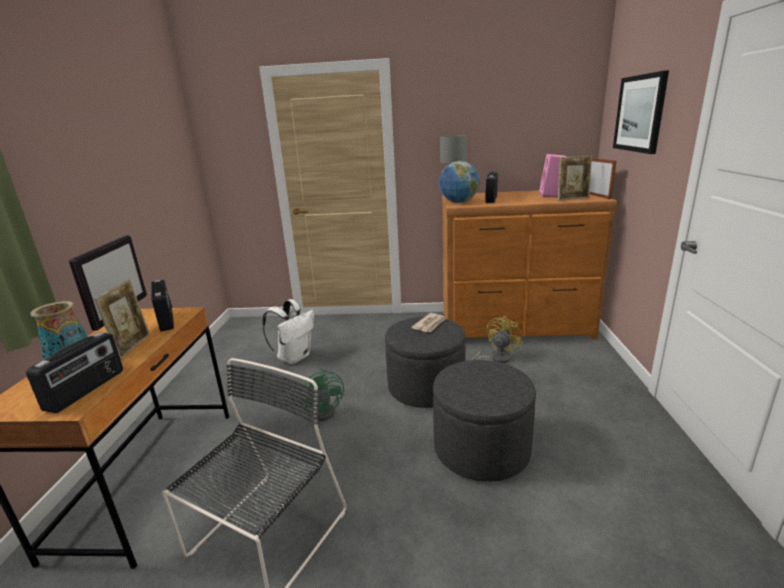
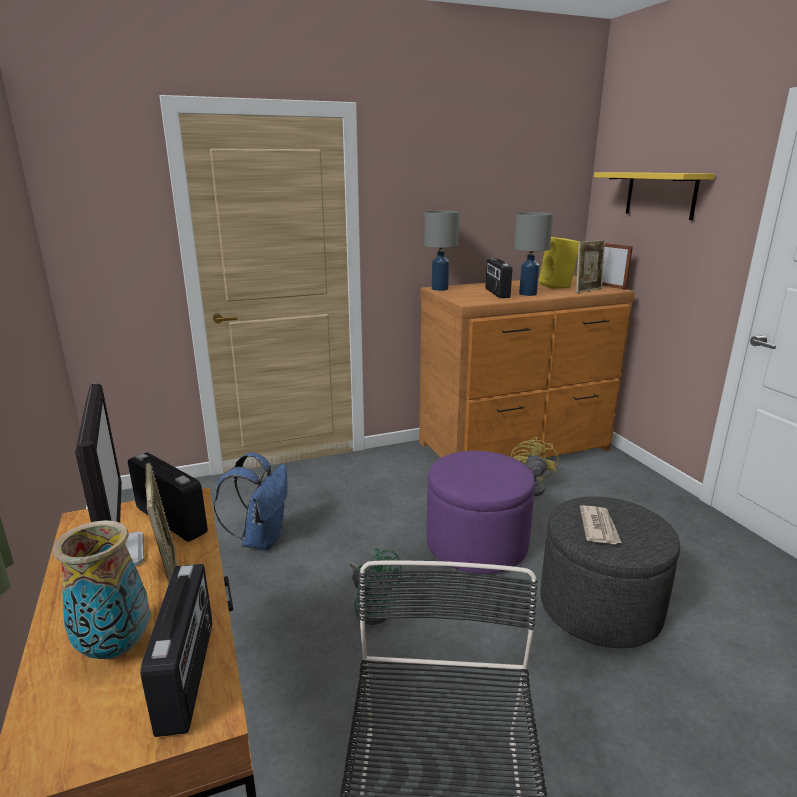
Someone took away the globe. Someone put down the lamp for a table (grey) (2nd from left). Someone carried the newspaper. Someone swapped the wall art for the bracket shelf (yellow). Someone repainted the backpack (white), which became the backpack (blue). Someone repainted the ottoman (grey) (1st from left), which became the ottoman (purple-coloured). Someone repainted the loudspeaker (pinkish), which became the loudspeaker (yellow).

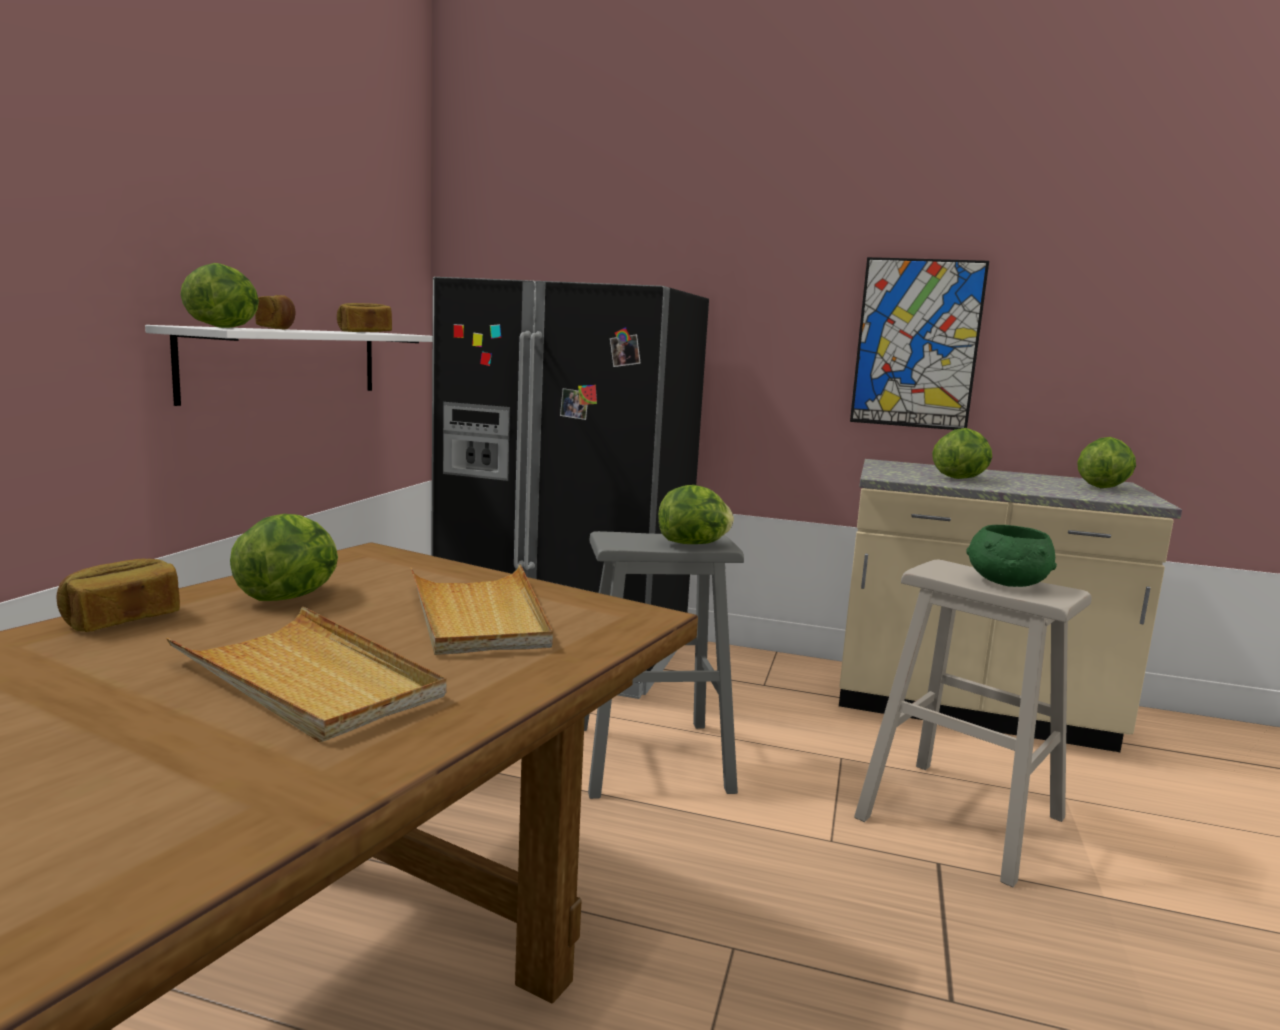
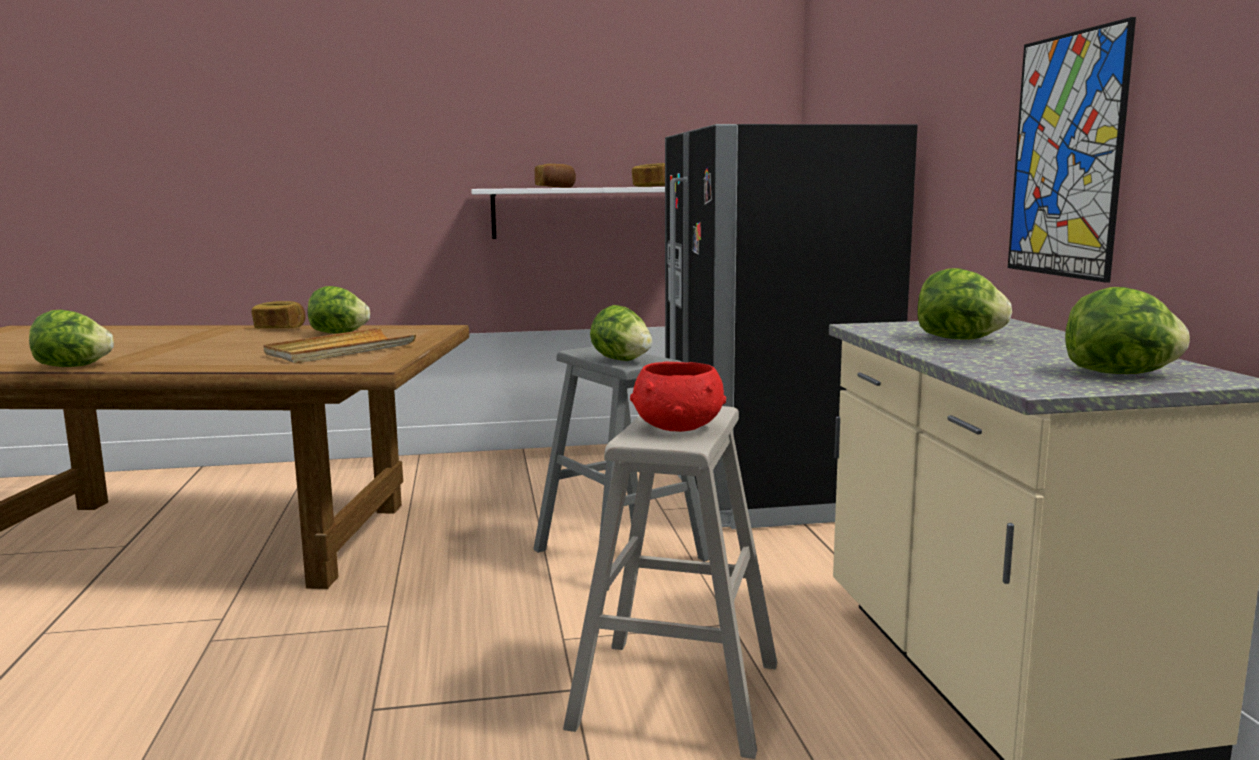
Someone took away the serving tray (sand-coloured) (1st from left). Someone carried the head of lettuce (1st from left). Someone repainted the serving bowl (green-coloured), which became the serving bowl (red).

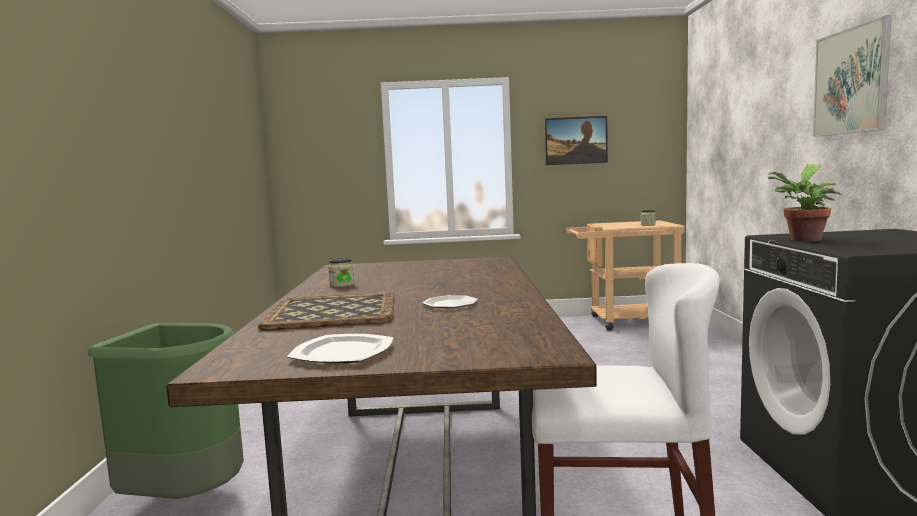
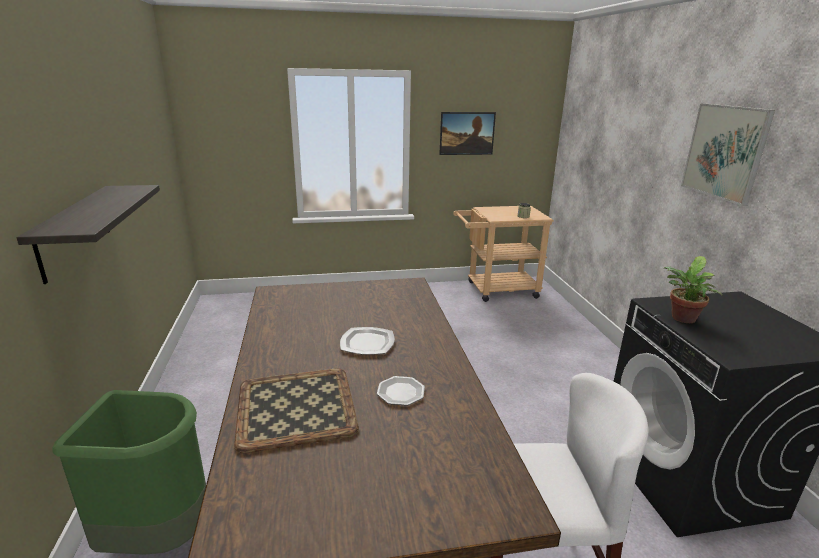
Someone took away the preserve jar (1st from left). Someone put up the bracket shelf. Someone carried the plate (1st from left).

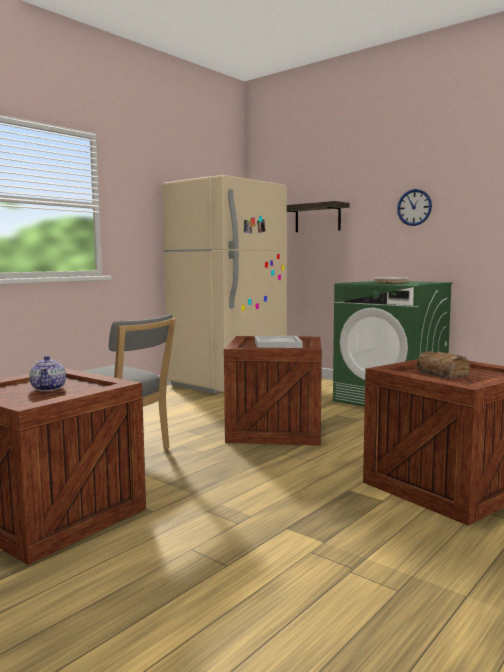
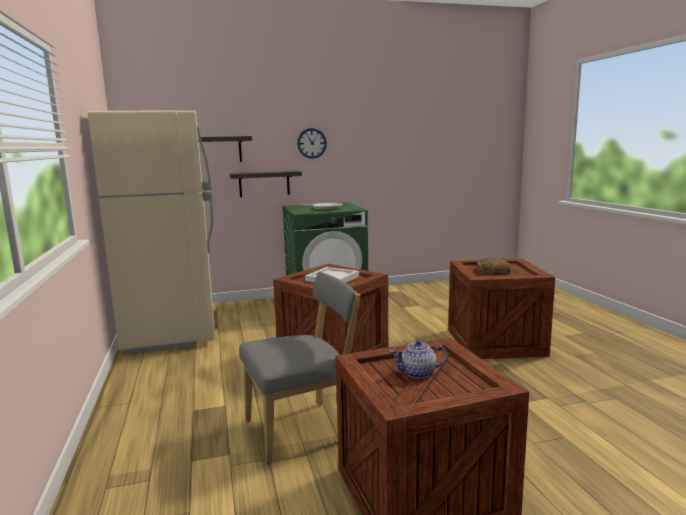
Someone put up the bracket shelf (2nd from left). Someone rotated the teapot by 150 degrees clockwise.

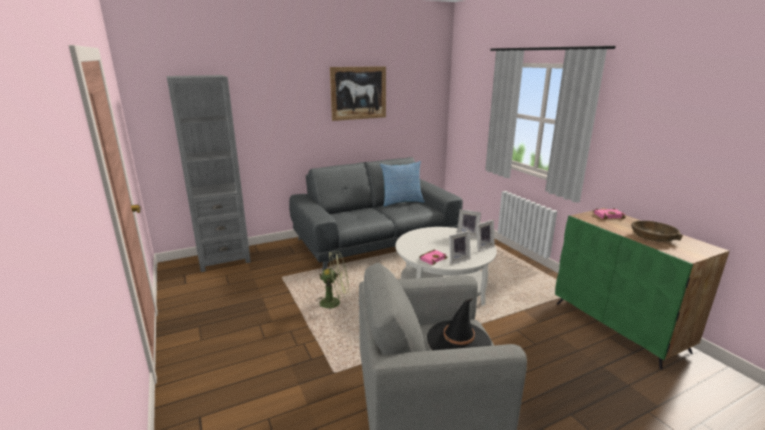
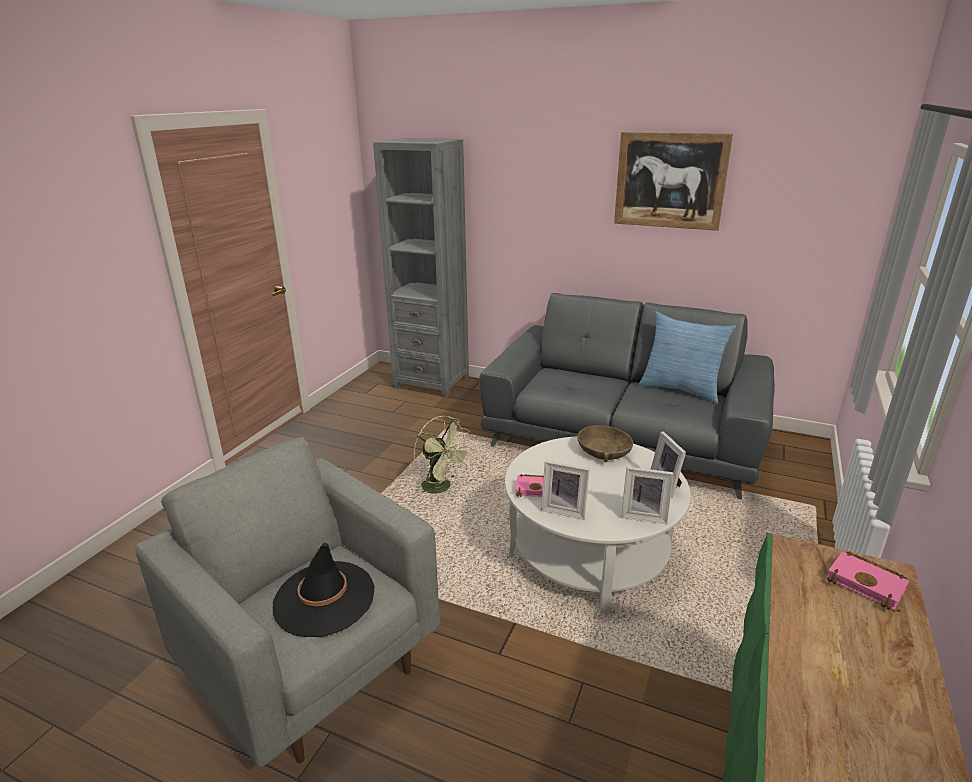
Someone carried the serving bowl (brown).

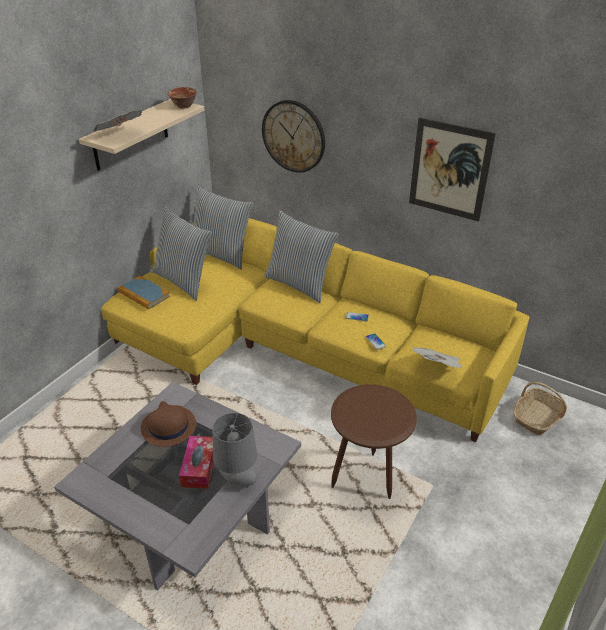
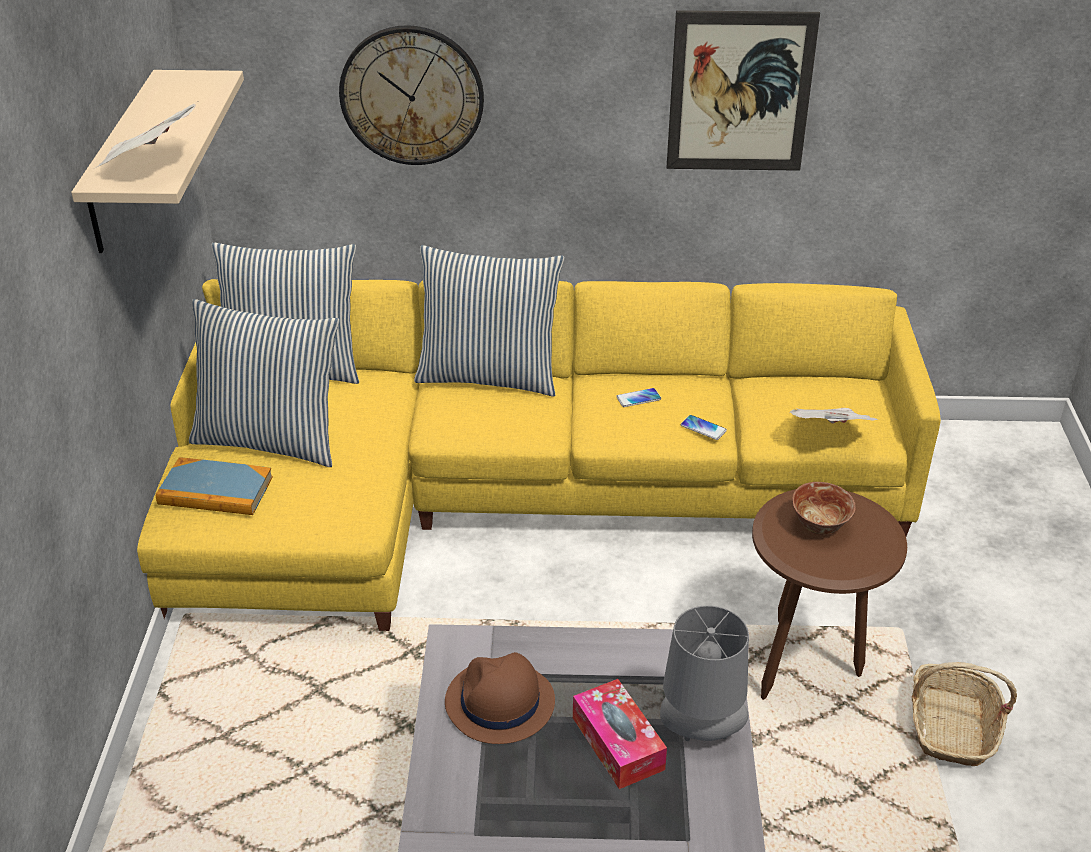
Someone carried the serving bowl. Someone carried the storage basket.

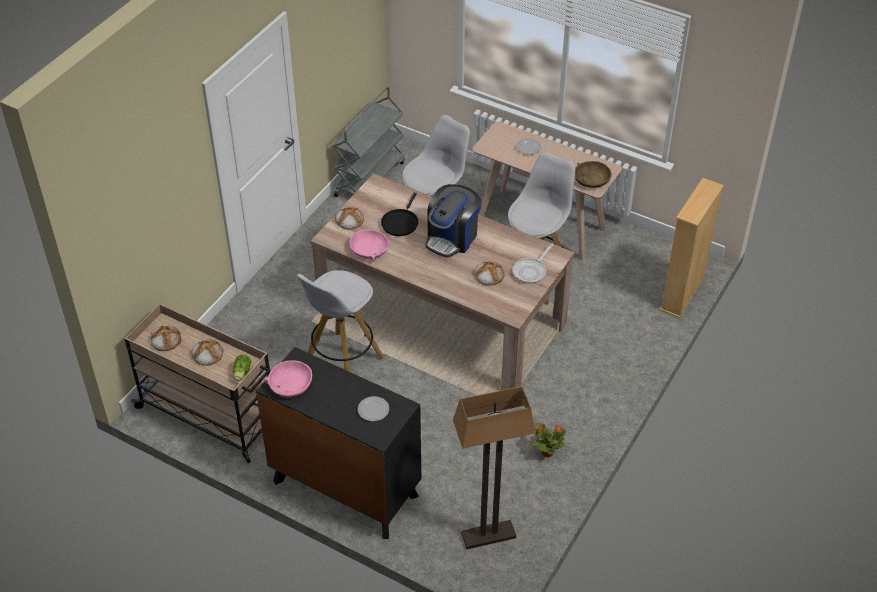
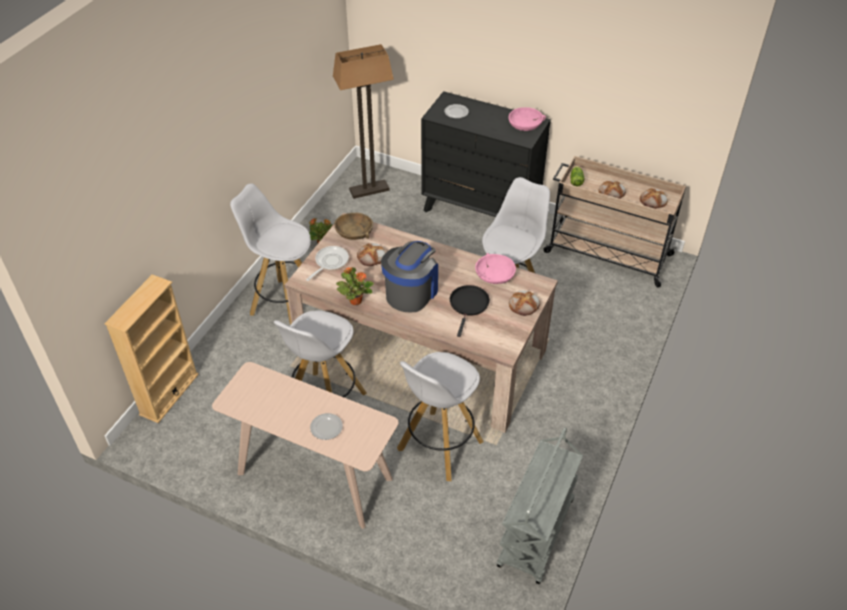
Someone put down the stool (white) (1st from left). Someone put down the potted plant (2nd from left). Someone carried the serving bowl (brown).

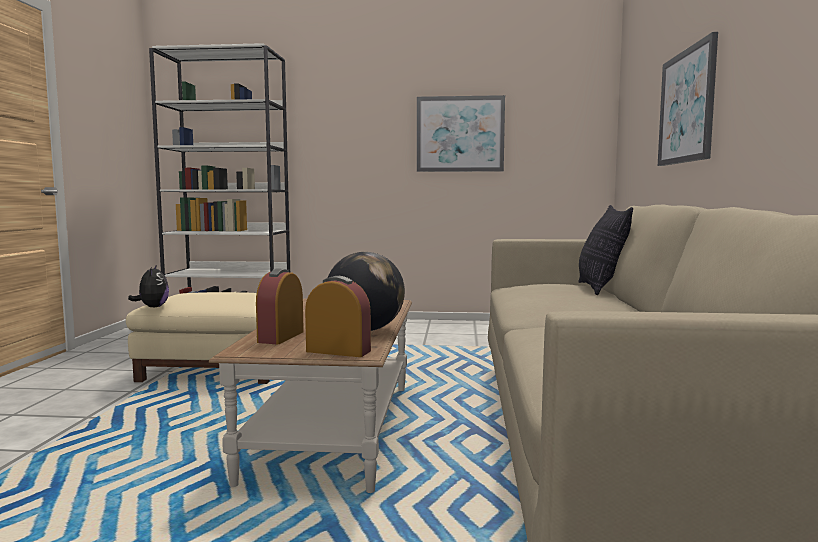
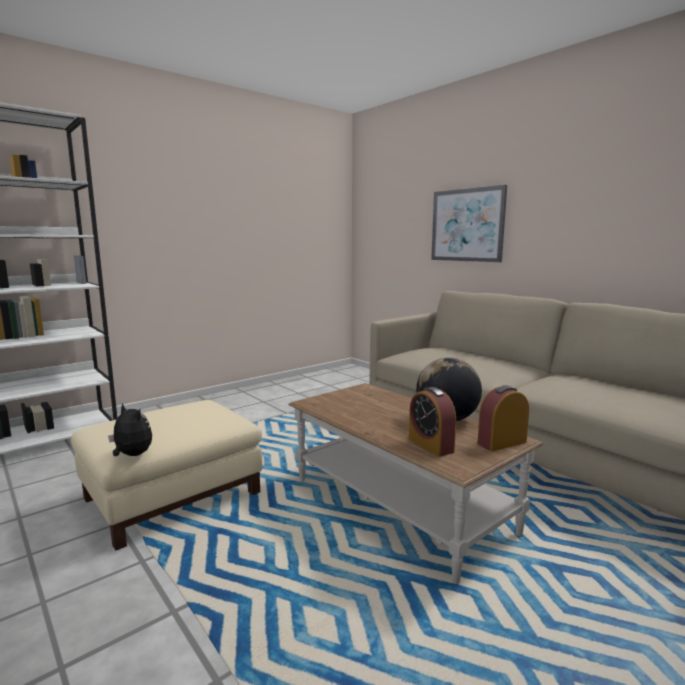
Someone took away the wall art (1st from left). Someone took away the cushion.

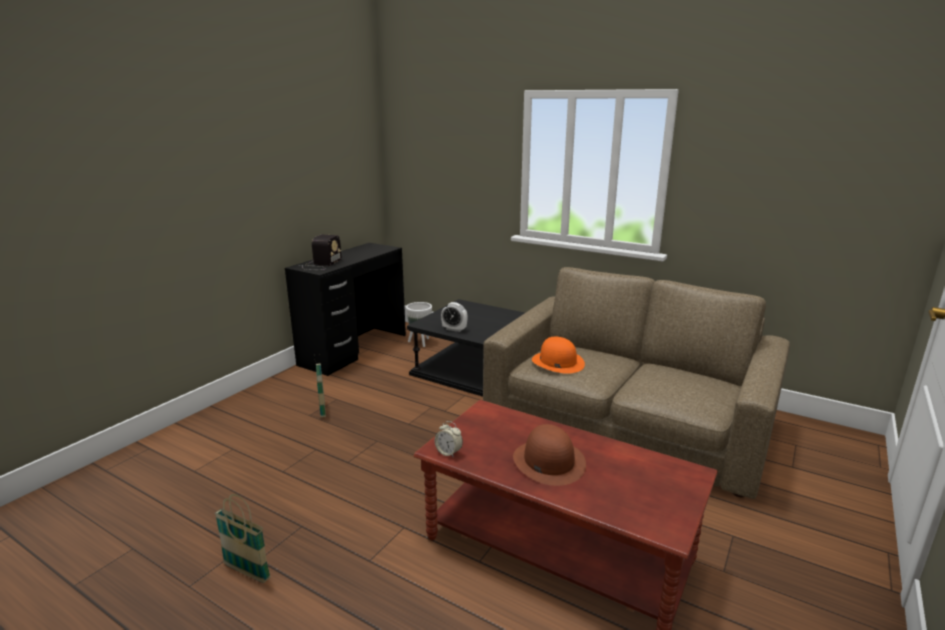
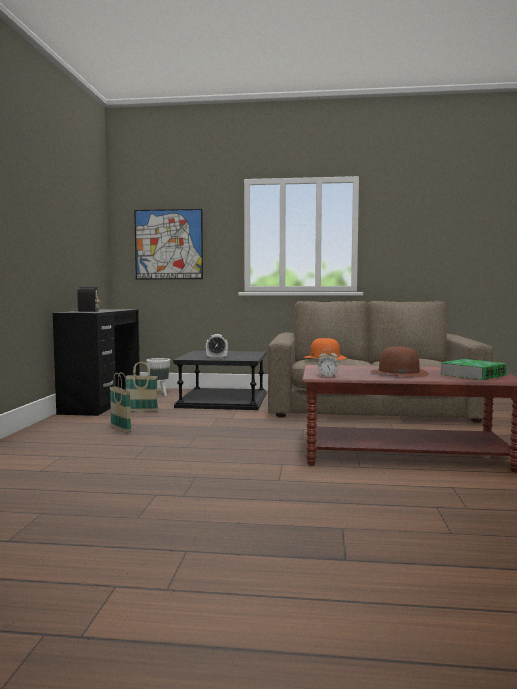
Someone put up the wall art. Someone put down the book. Someone carried the storage basket (1st from left in the first image).

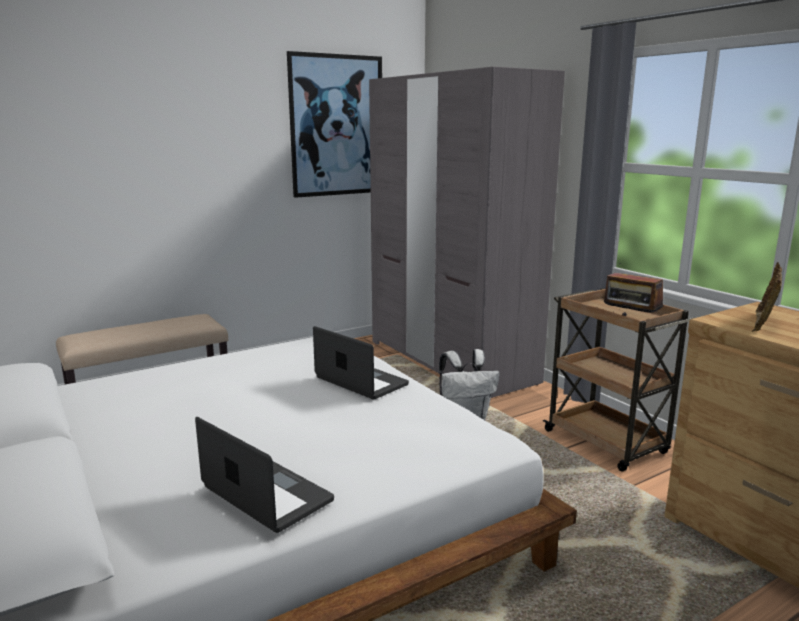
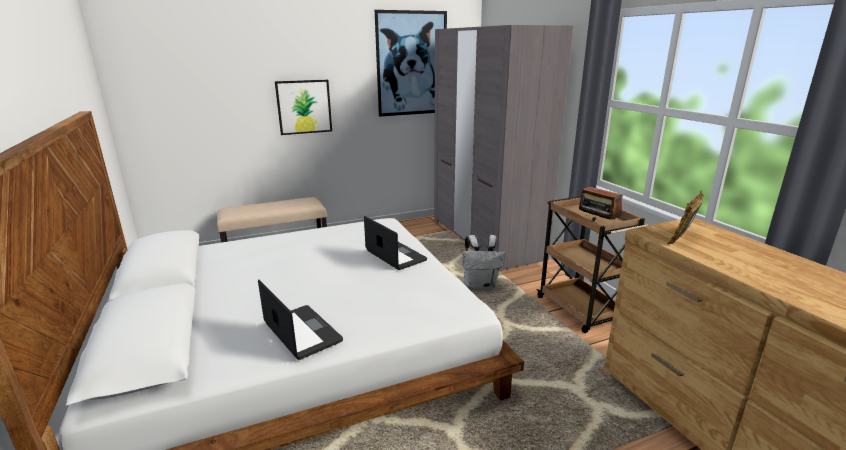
Someone put up the wall art (1st from left).

